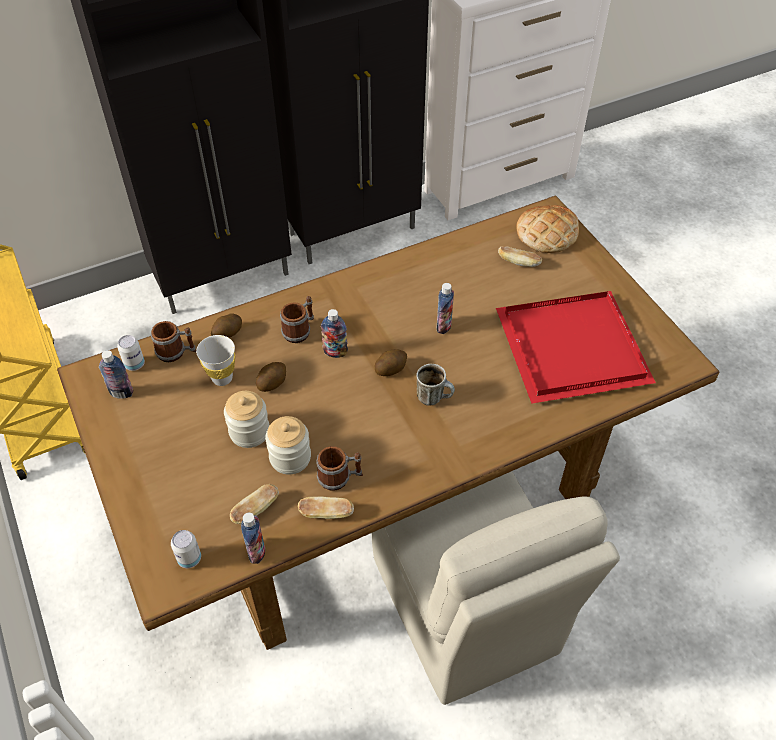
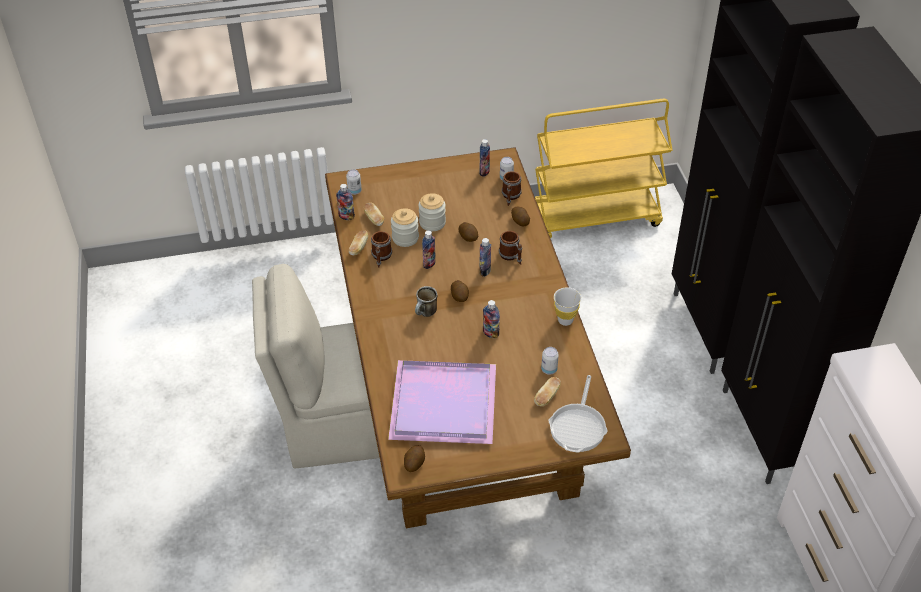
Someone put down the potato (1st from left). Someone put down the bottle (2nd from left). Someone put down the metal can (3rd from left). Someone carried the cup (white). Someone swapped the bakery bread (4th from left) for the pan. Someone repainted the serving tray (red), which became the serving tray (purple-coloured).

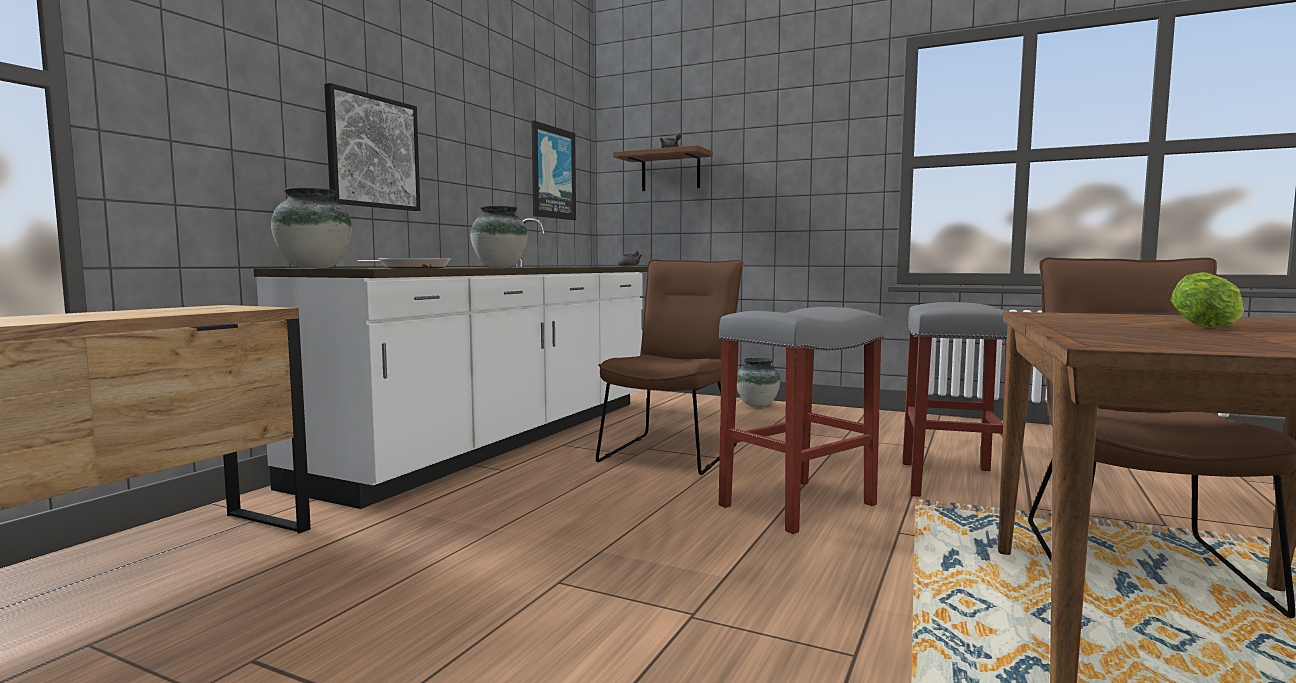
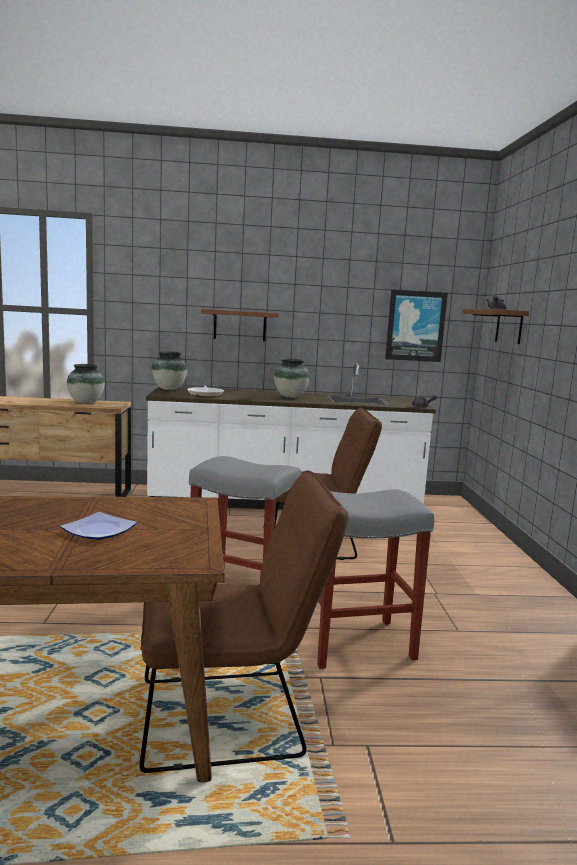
Someone carried the vase (3rd from left in the first image). Someone swapped the wall art (1st from left) for the bracket shelf (brown) (1st from left). Someone swapped the head of lettuce for the plate.

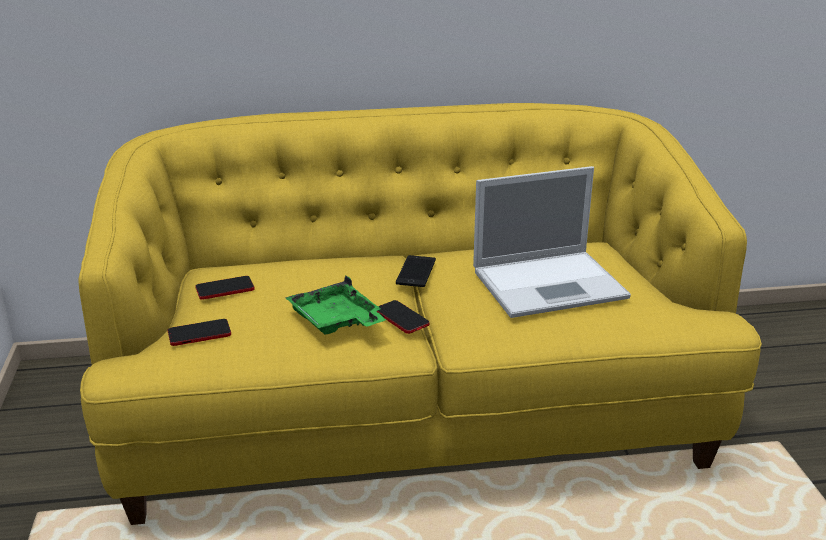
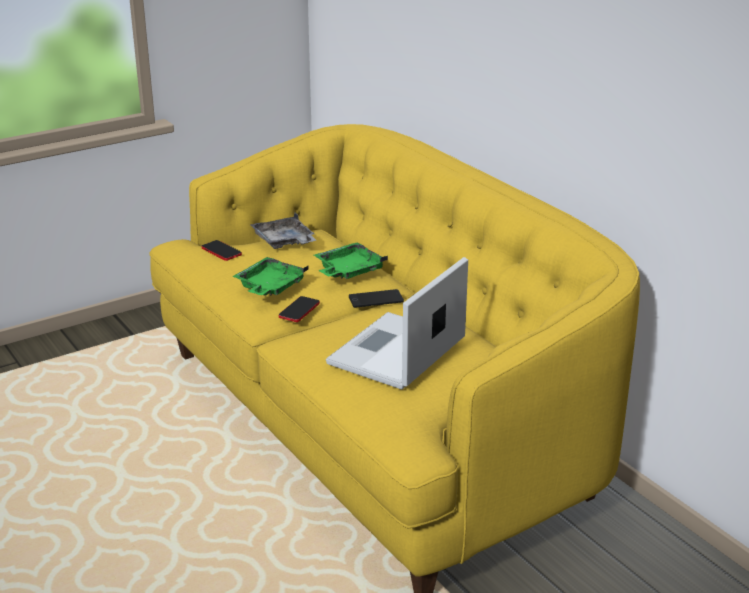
Someone put down the serving tray (green-coloured) (2nd from left). Someone swapped the handset (2nd from left) for the serving tray (grey). Someone rotated the portable computer by 75 degrees clockwise.

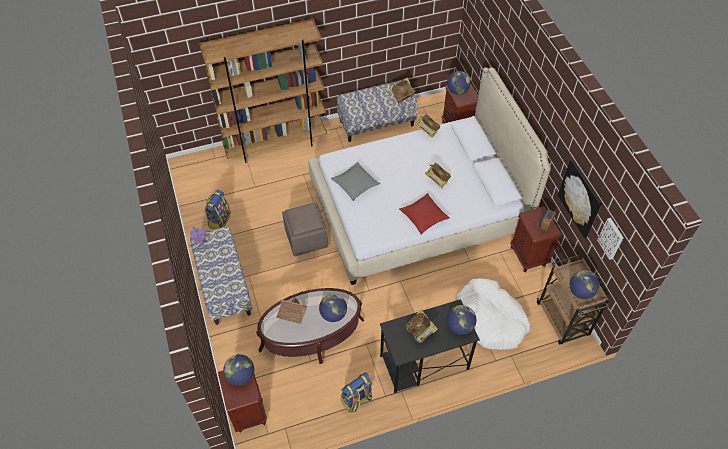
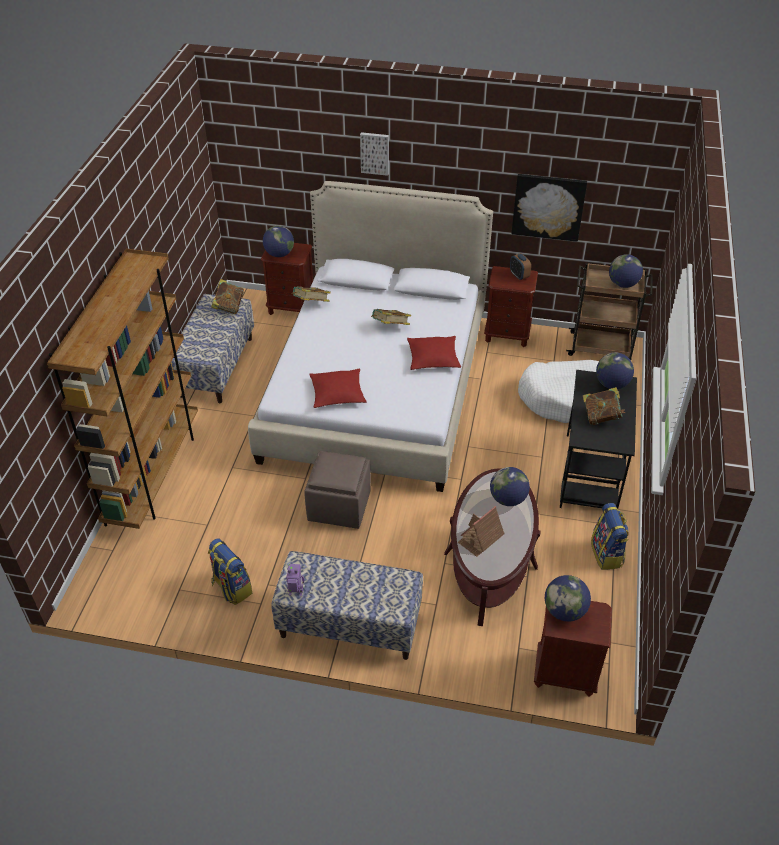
Someone carried the wall art (2nd from left in the first image). Someone repainted the cushion (grey), which became the cushion (red) (1st from left).

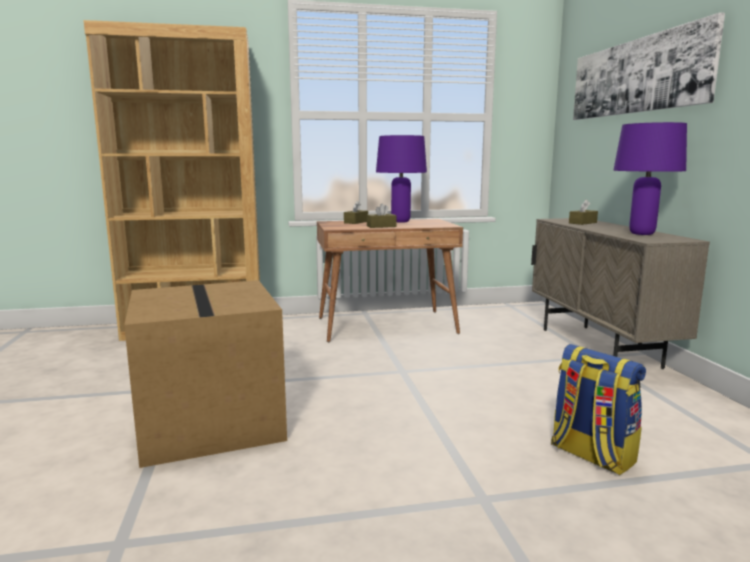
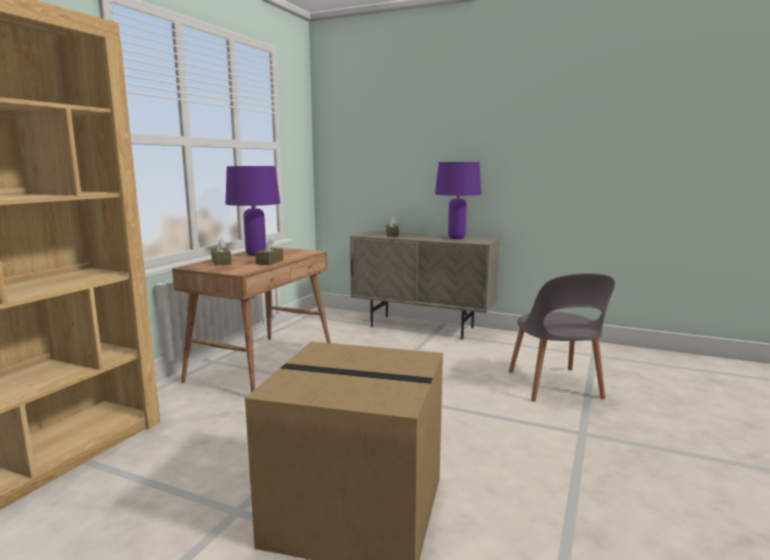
Someone took away the wall art. Someone swapped the backpack for the upright chair (grey).

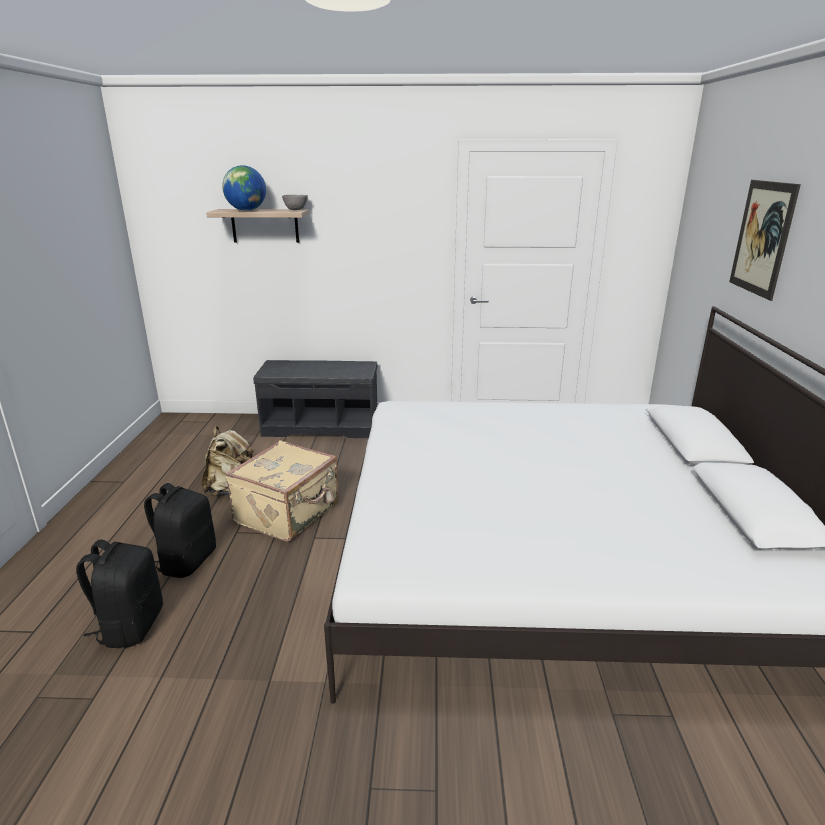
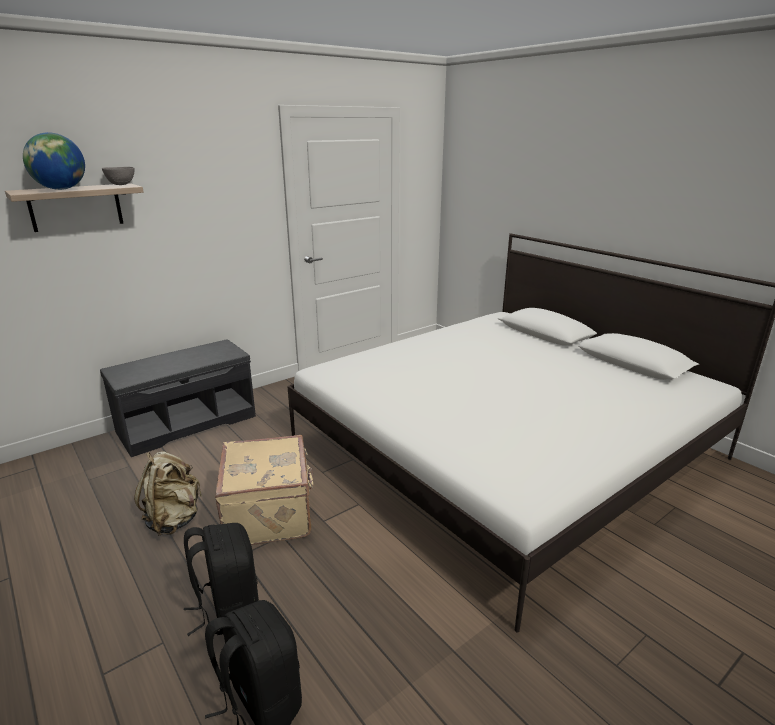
Someone took away the wall art.

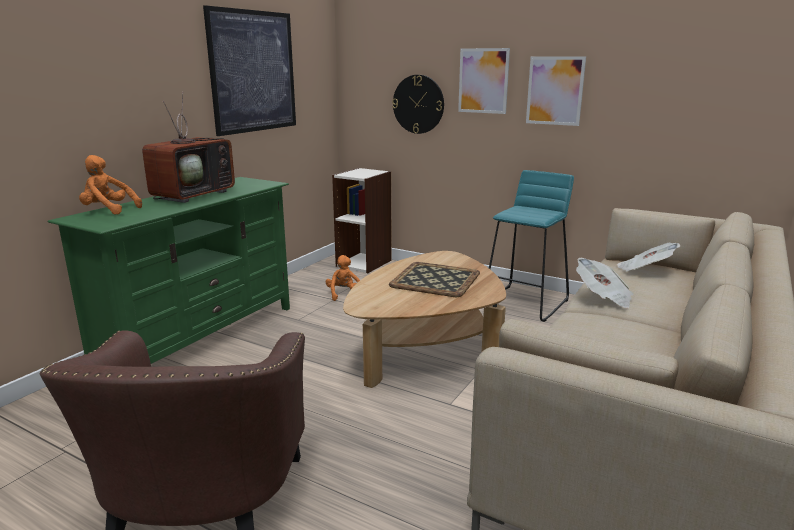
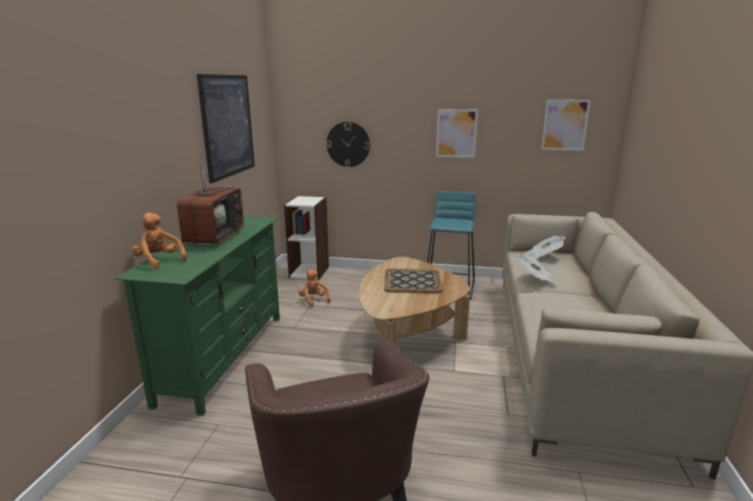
Someone carried the wall art (2nd from left in the first image). Someone rotated the plush toy (orangey) (1st from left) by 45 degrees clockwise.

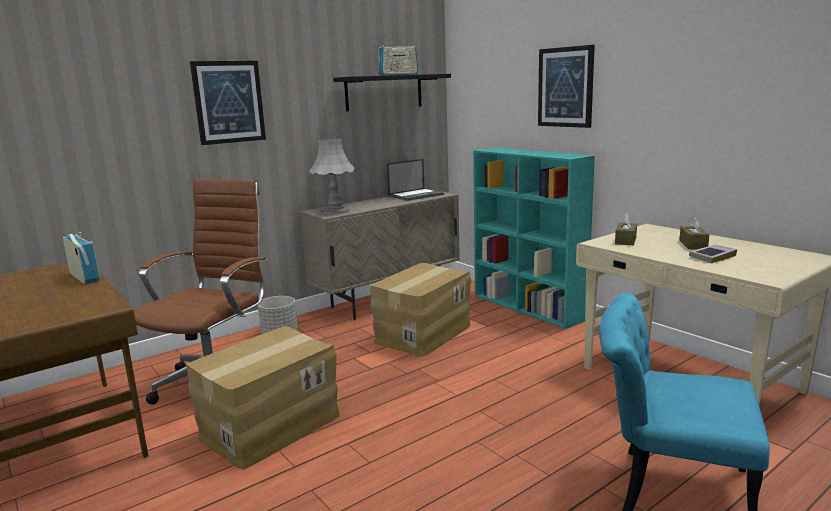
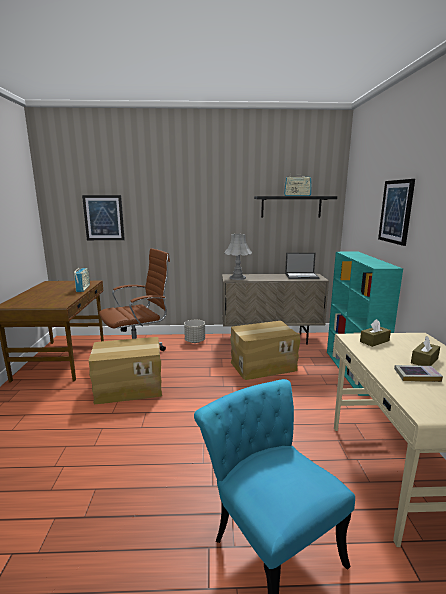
Someone carried the wall art (1st from left).

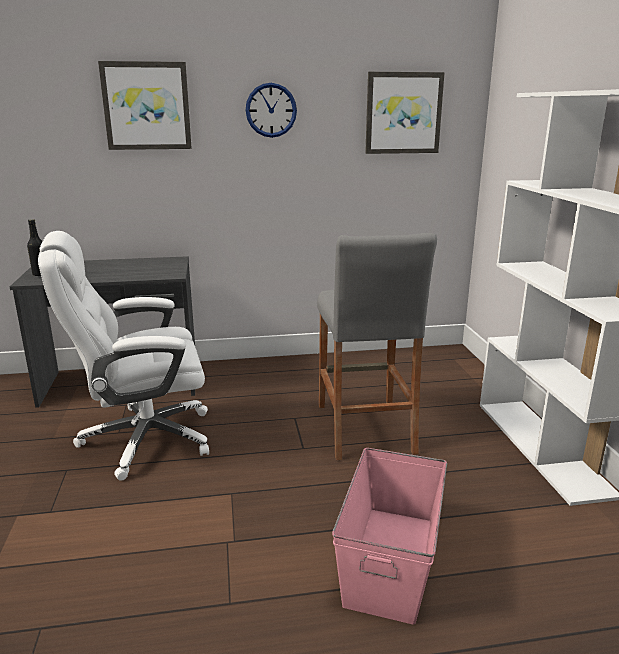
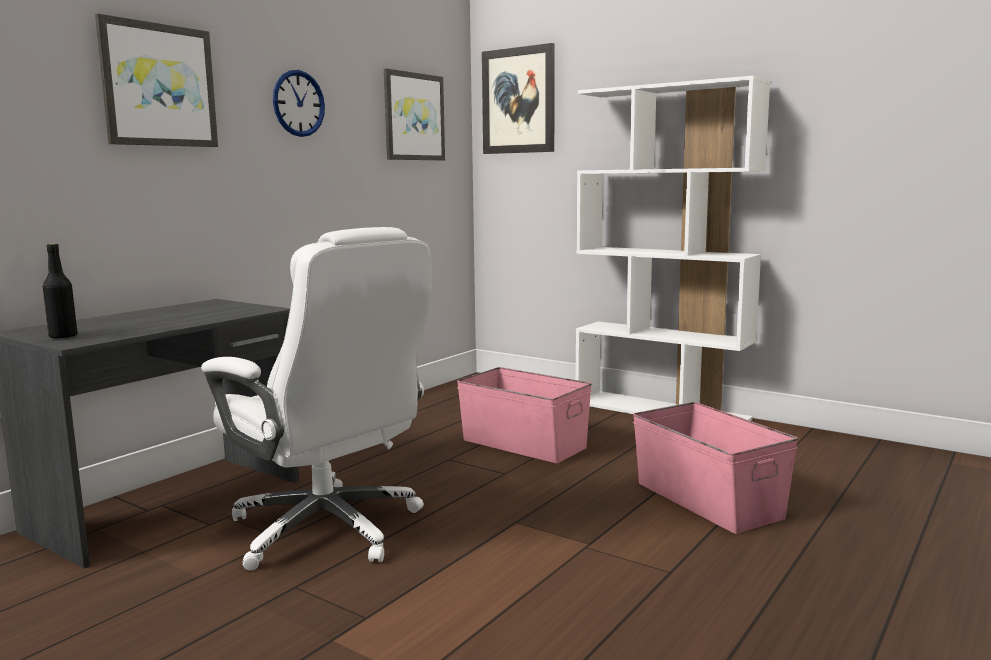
Someone put up the wall art (3rd from left). Someone swapped the stool (grey) for the storage container (pinkish) (1st from left). Someone rotated the office chair (white) by 75 degrees counterclockwise.

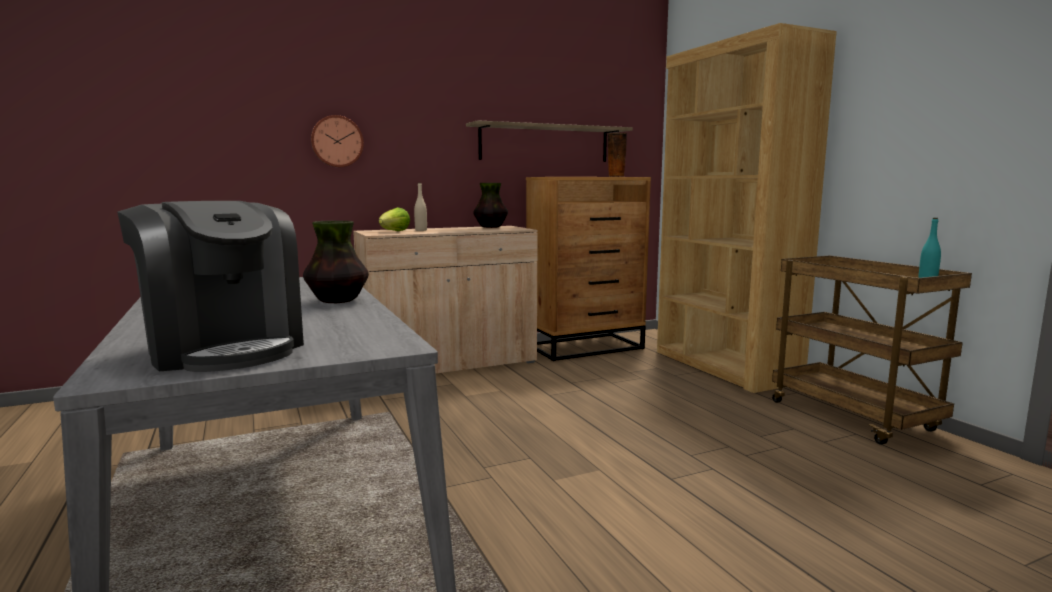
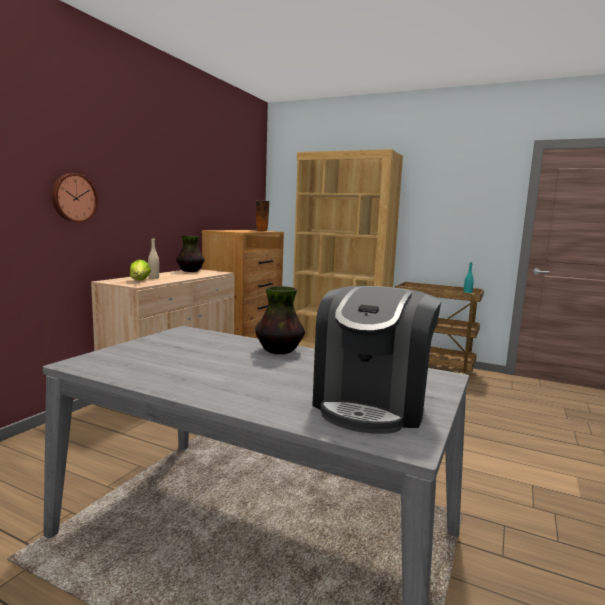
Someone took away the bracket shelf. Someone rotated the coffee machine by 105 degrees clockwise.

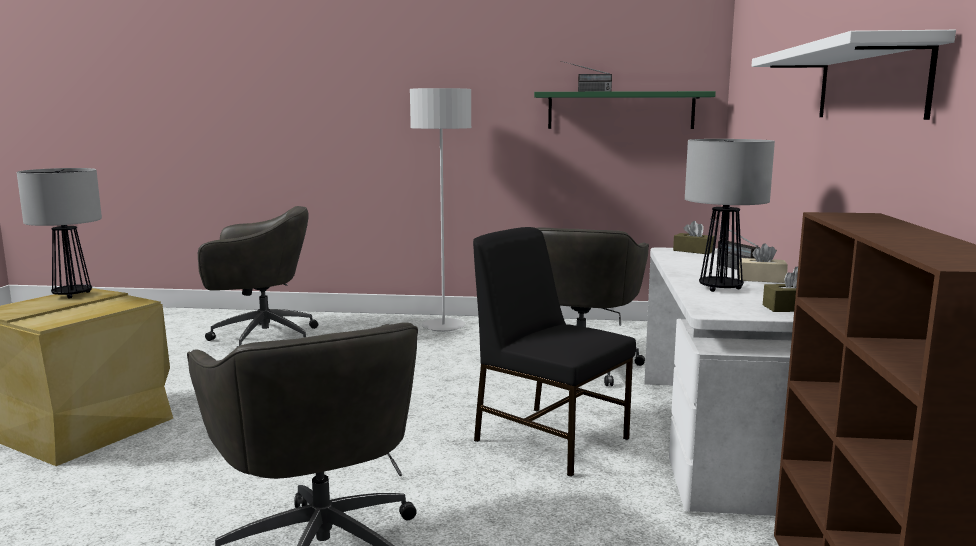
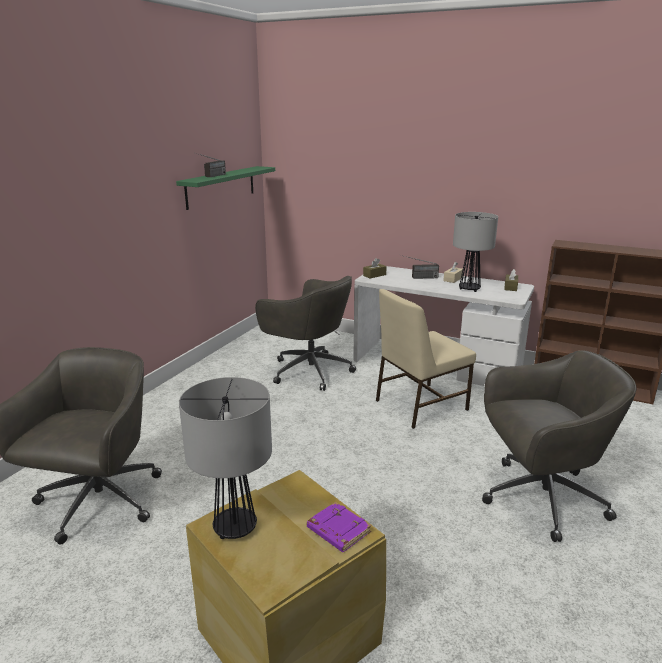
Someone took away the floor lamp (grey). Someone took away the bracket shelf (white). Someone put down the book (purple-coloured). Someone repainted the upright chair (black-coloured), which became the upright chair (sand-coloured).

